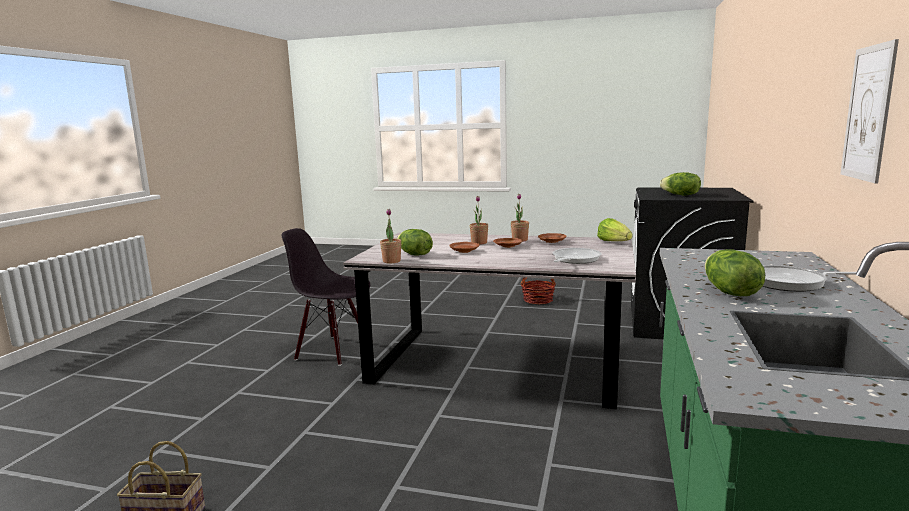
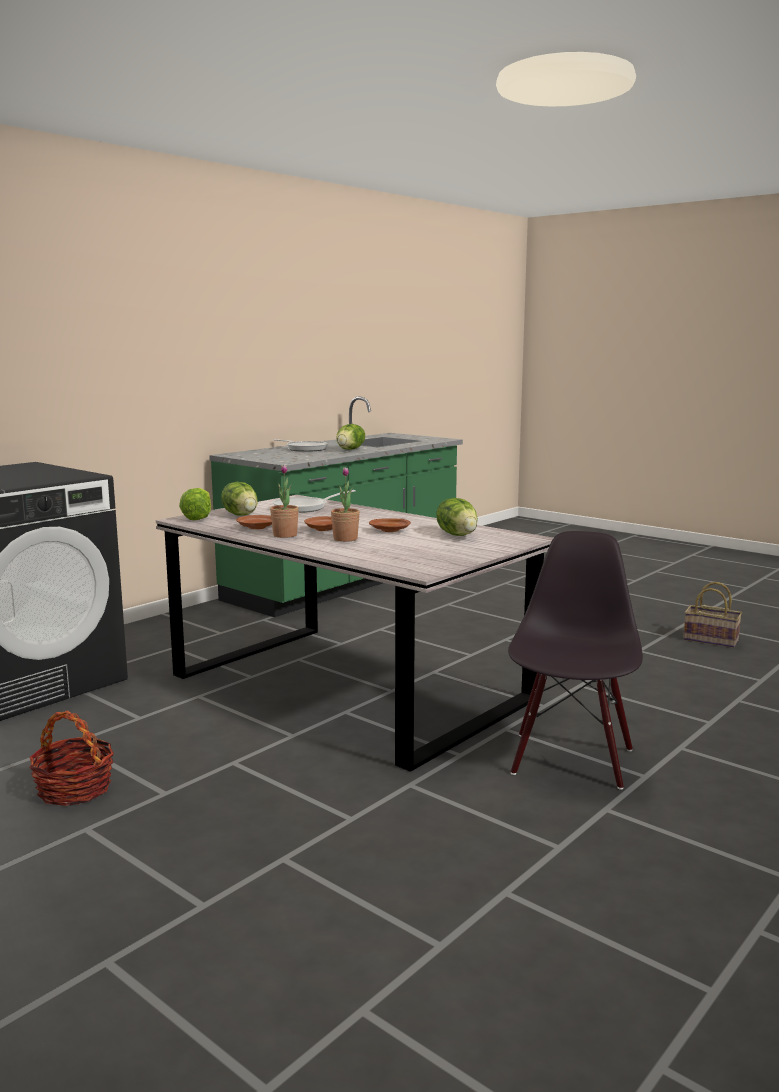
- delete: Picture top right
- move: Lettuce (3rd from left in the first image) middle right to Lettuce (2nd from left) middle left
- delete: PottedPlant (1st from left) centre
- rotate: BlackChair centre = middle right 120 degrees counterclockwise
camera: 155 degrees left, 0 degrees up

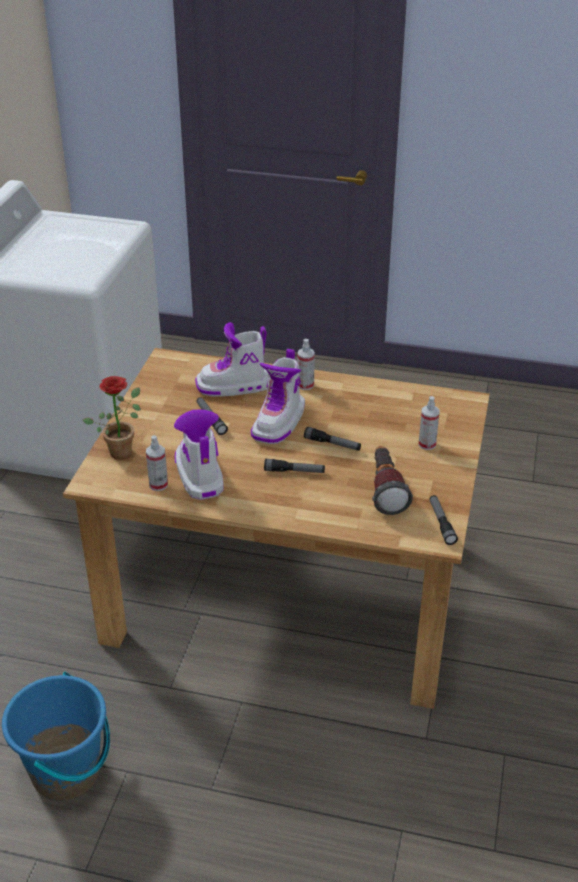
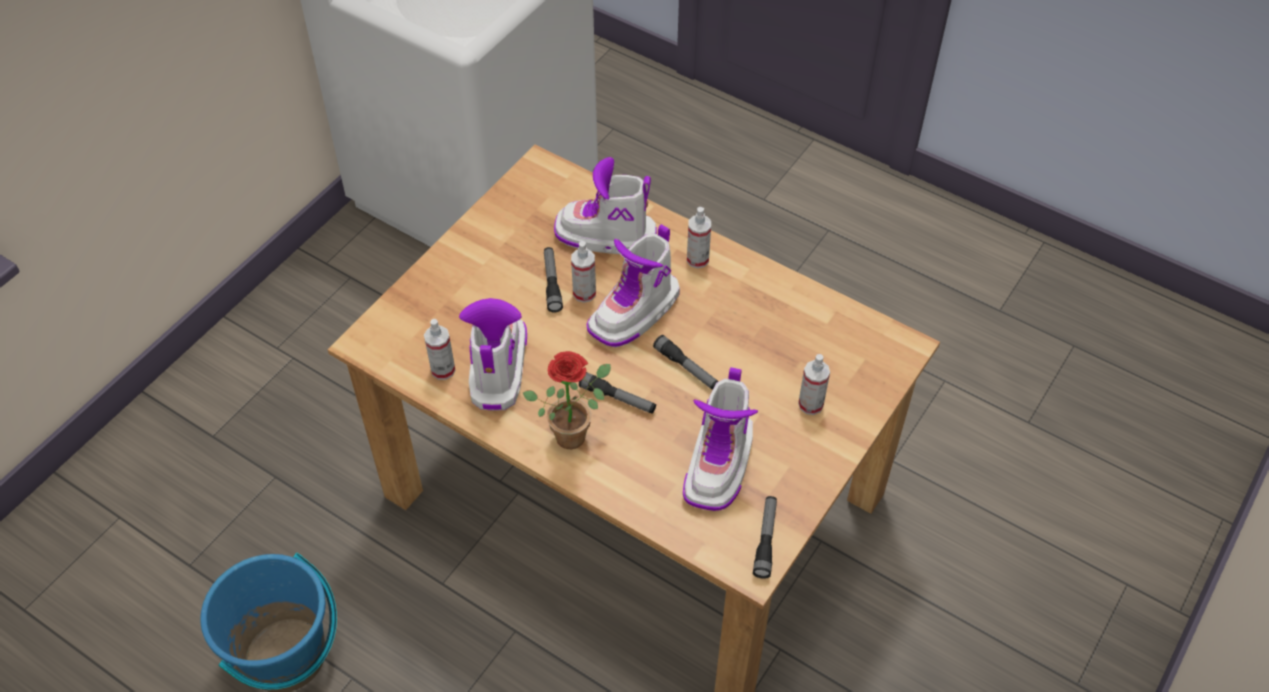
- move: PottedPlant middle left to centre
- replace: Flashlight (4th from left) middle right to Boot (4th from left) centre
- insert: SprayBottle (2nd from left) centre
camera: 20 degrees right, 15 degrees up

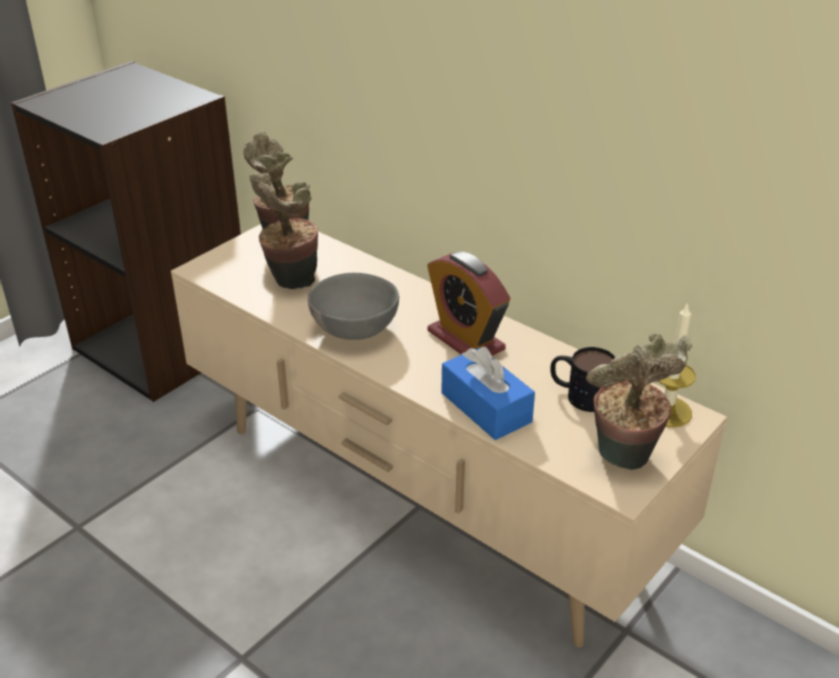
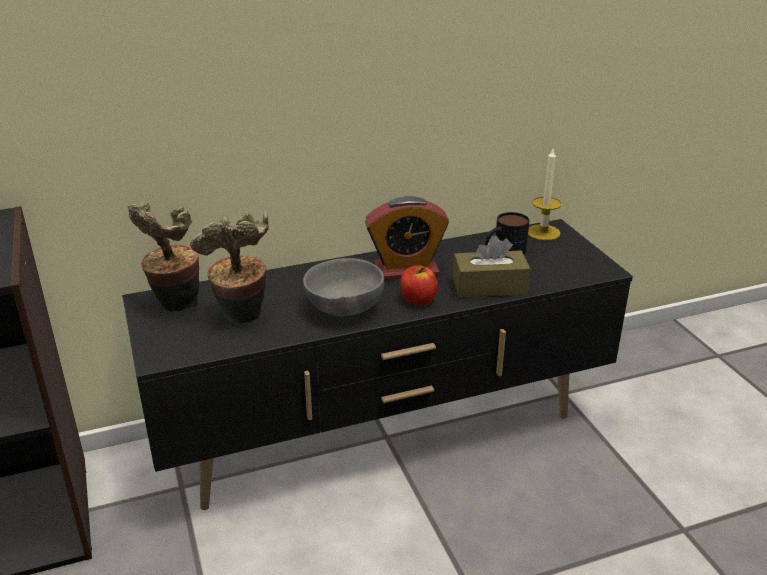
- recolor: BeigeTvStand centre to BlackTvStand centre
- delete: PottedPlant (3rd from left) middle right
- recolor: BlueTissueBox centre to BrownTissueBox centre
- insert: Apple centre
camera: 60 degrees left, 5 degrees down

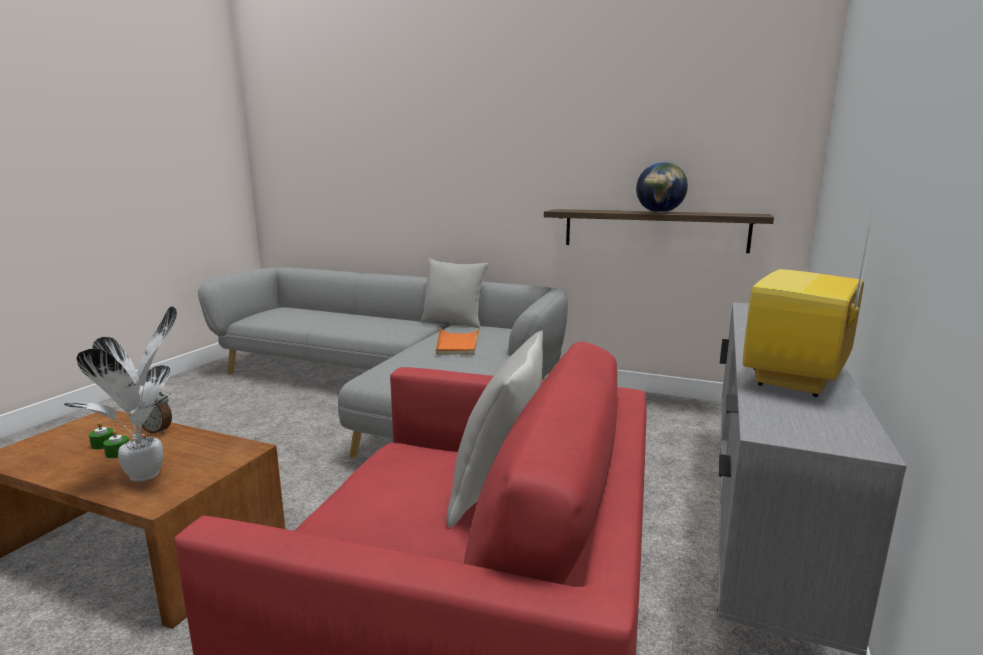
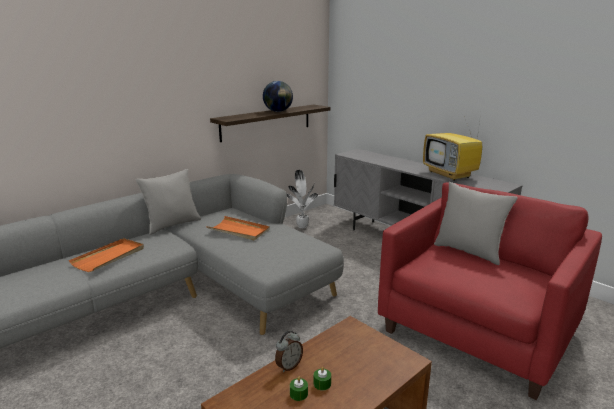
- move: PottedPlant middle left to centre
- insert: OrangeTray (1st from left) middle left
camera: 65 degrees left, 5 degrees up

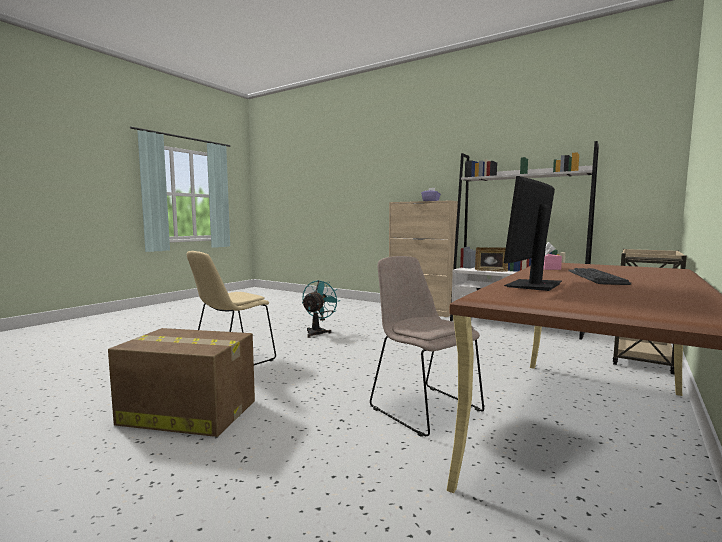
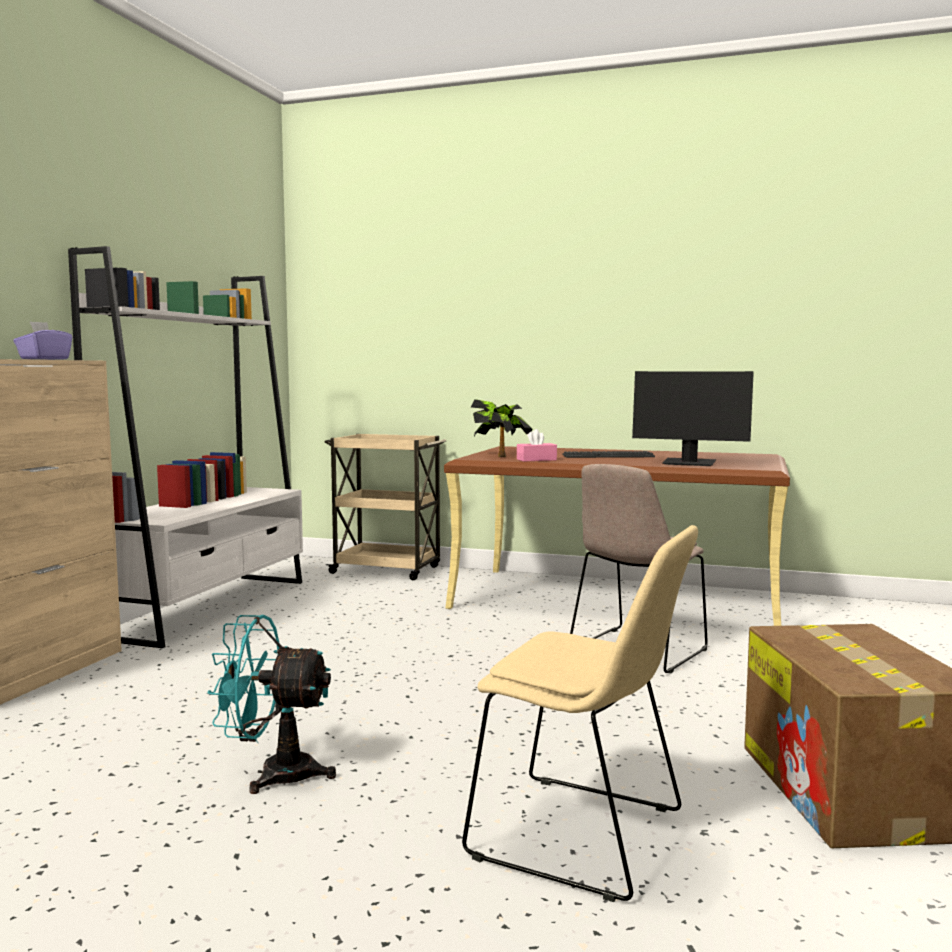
- delete: PictureFrame middle right
- insert: PottedPlant centre
camera: 105 degrees left, 0 degrees up

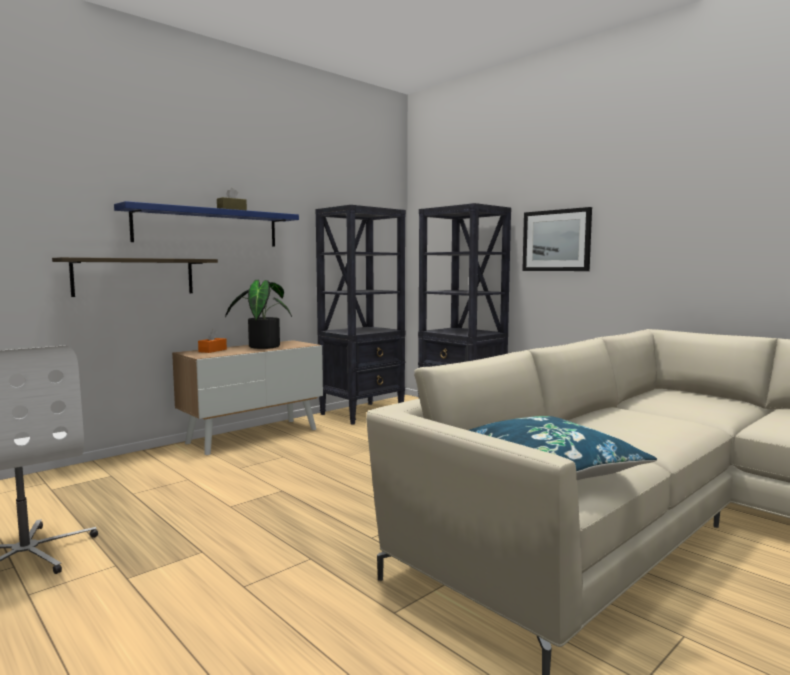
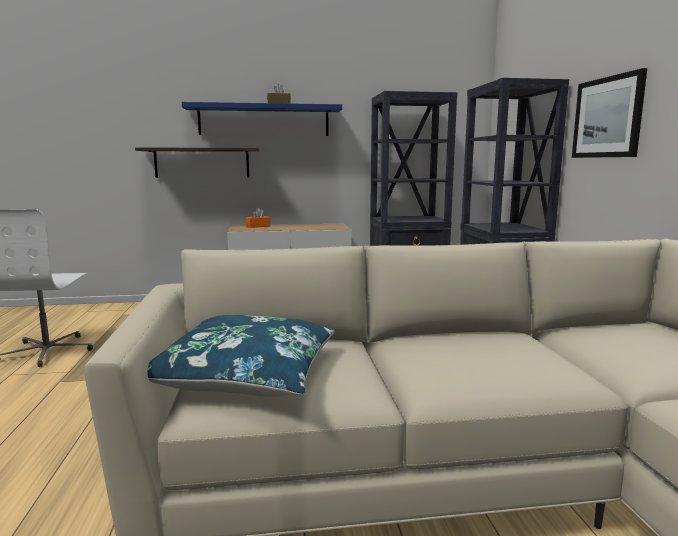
- delete: PottedPlant middle left
camera: 35 degrees right, 5 degrees up

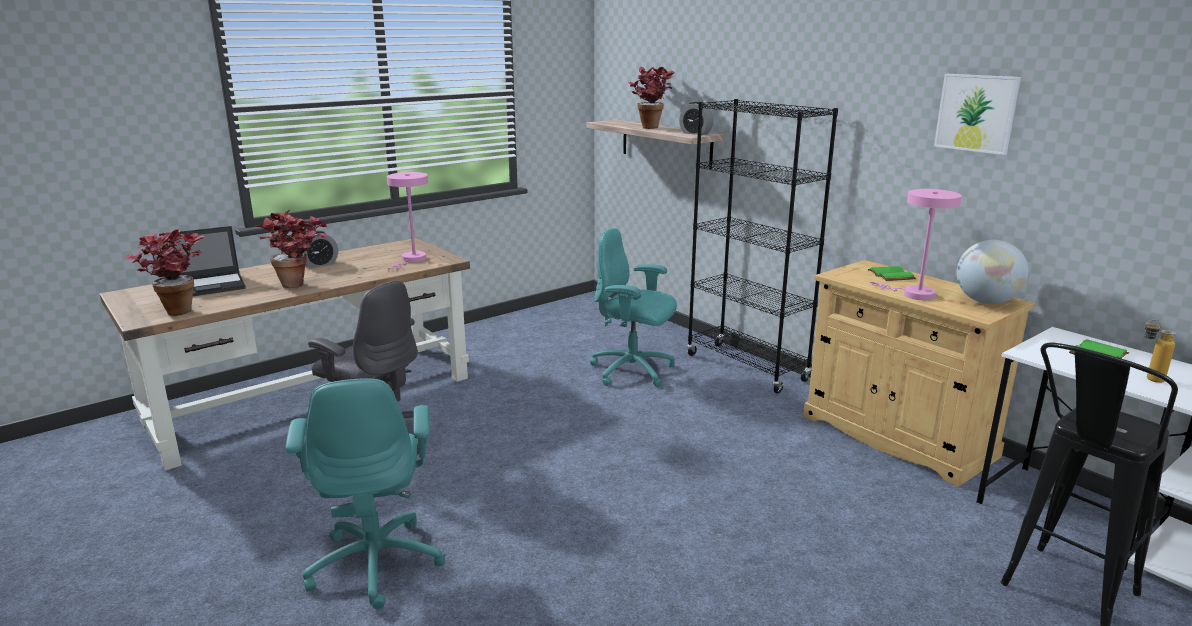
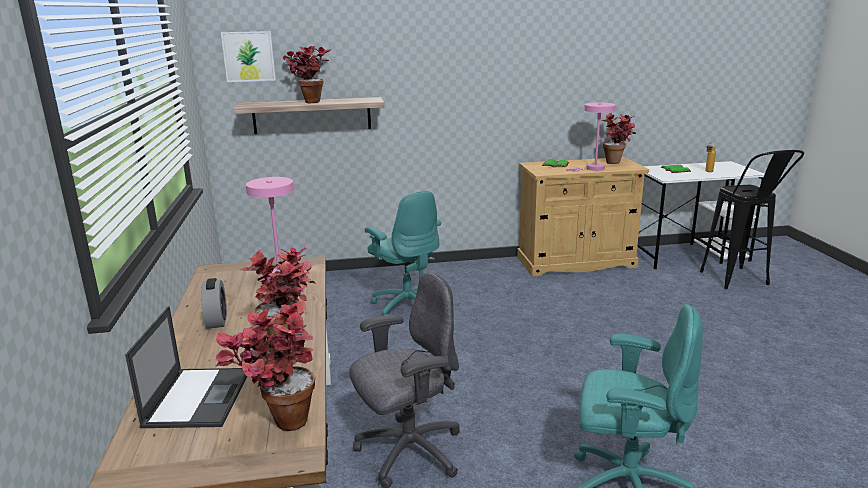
- move: Picture top right to top left
- delete: BlackBookcase centre
- delete: AlarmClock (2nd from left) top centre
- rotate: TurquoiseOfficeChair (2nd from left in the first image) centre = centre 90 degrees counterclockwise
- replace: Globe middle right to PottedPlant (4th from left) top right
camera: 60 degrees left, 0 degrees up

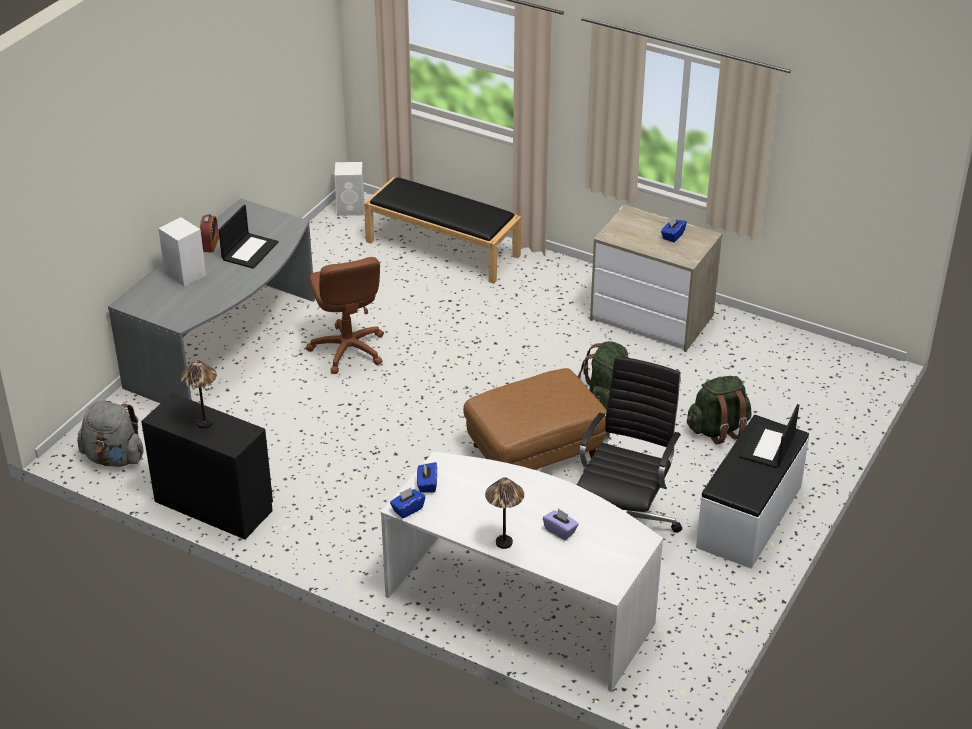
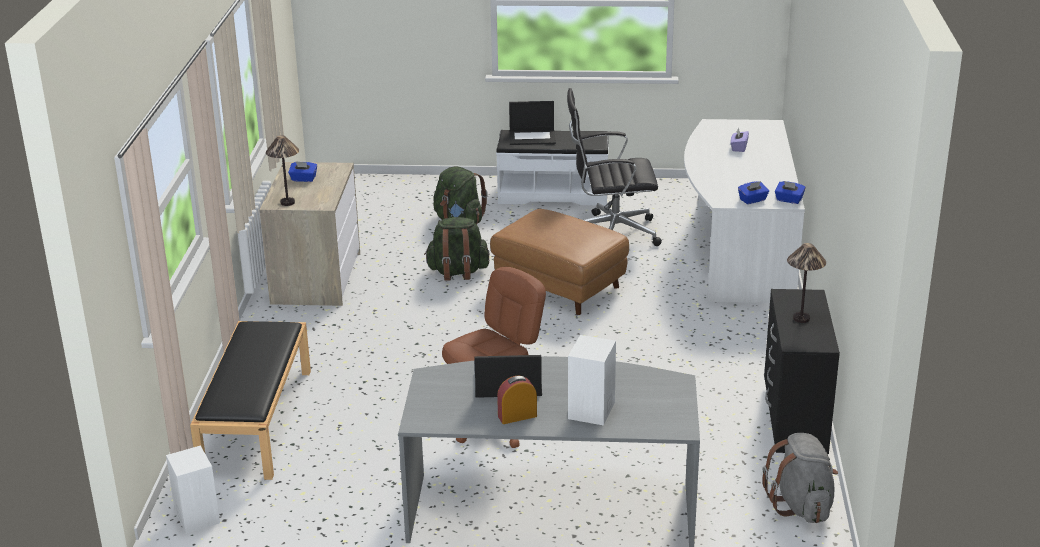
- move: TableLamp (2nd from left in the first image) bottom centre to TableLamp (1st from left) top left
camera: 115 degrees left, 10 degrees down

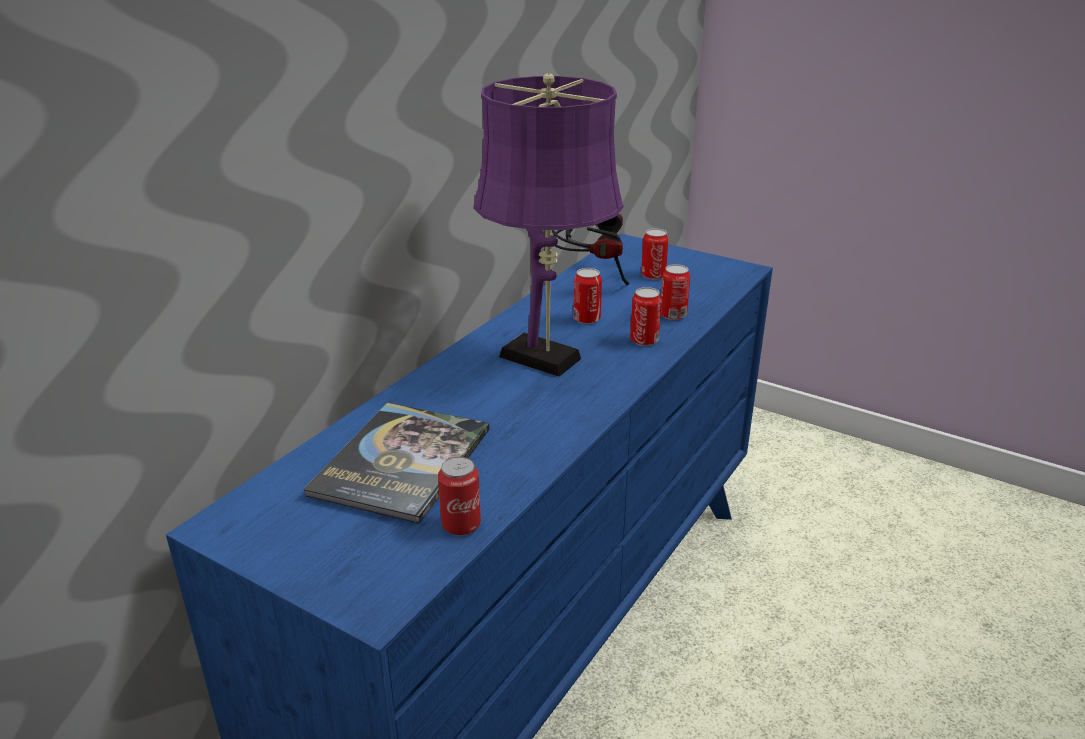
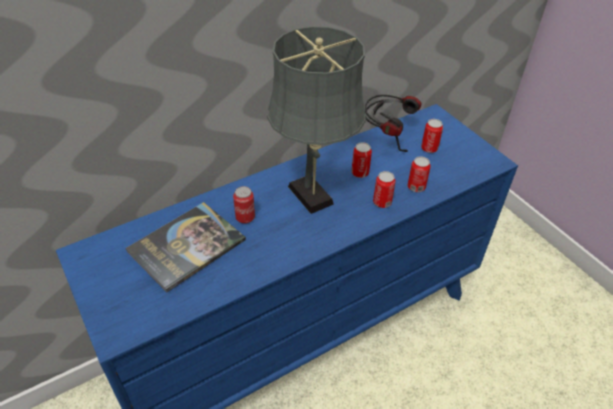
- recolor: PurpleTableLamp top centre to GreyTableLamp top centre
- move: Can (1st from left) bottom centre to centre
camera: 25 degrees right, 15 degrees up

